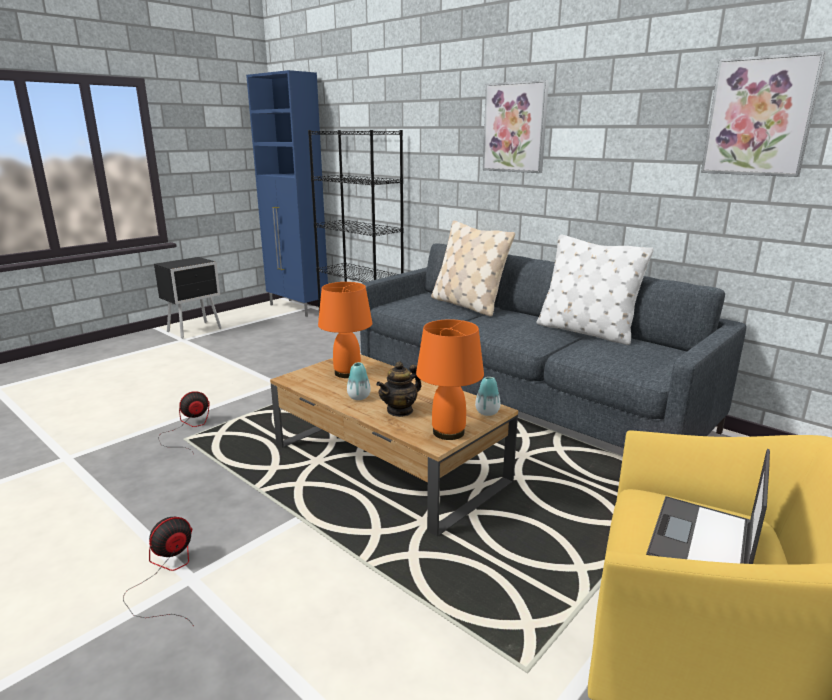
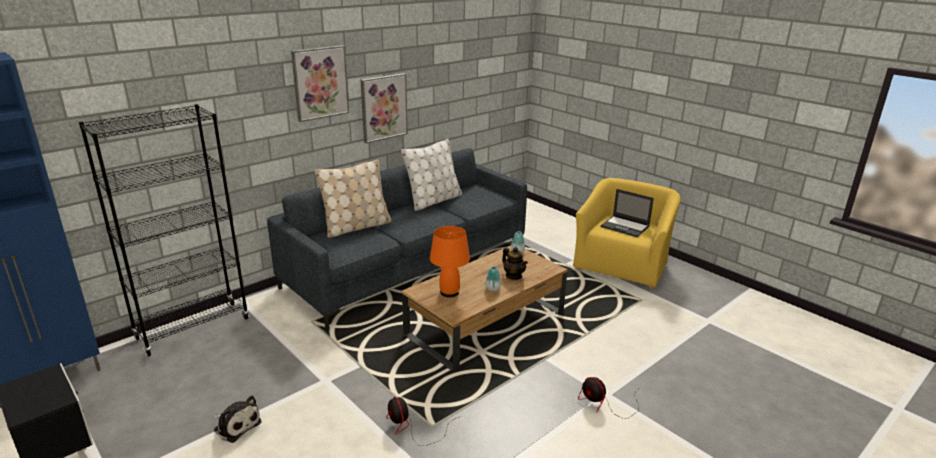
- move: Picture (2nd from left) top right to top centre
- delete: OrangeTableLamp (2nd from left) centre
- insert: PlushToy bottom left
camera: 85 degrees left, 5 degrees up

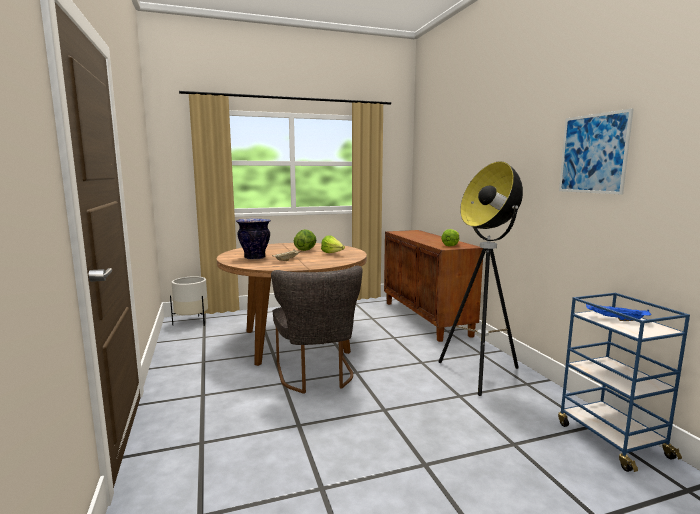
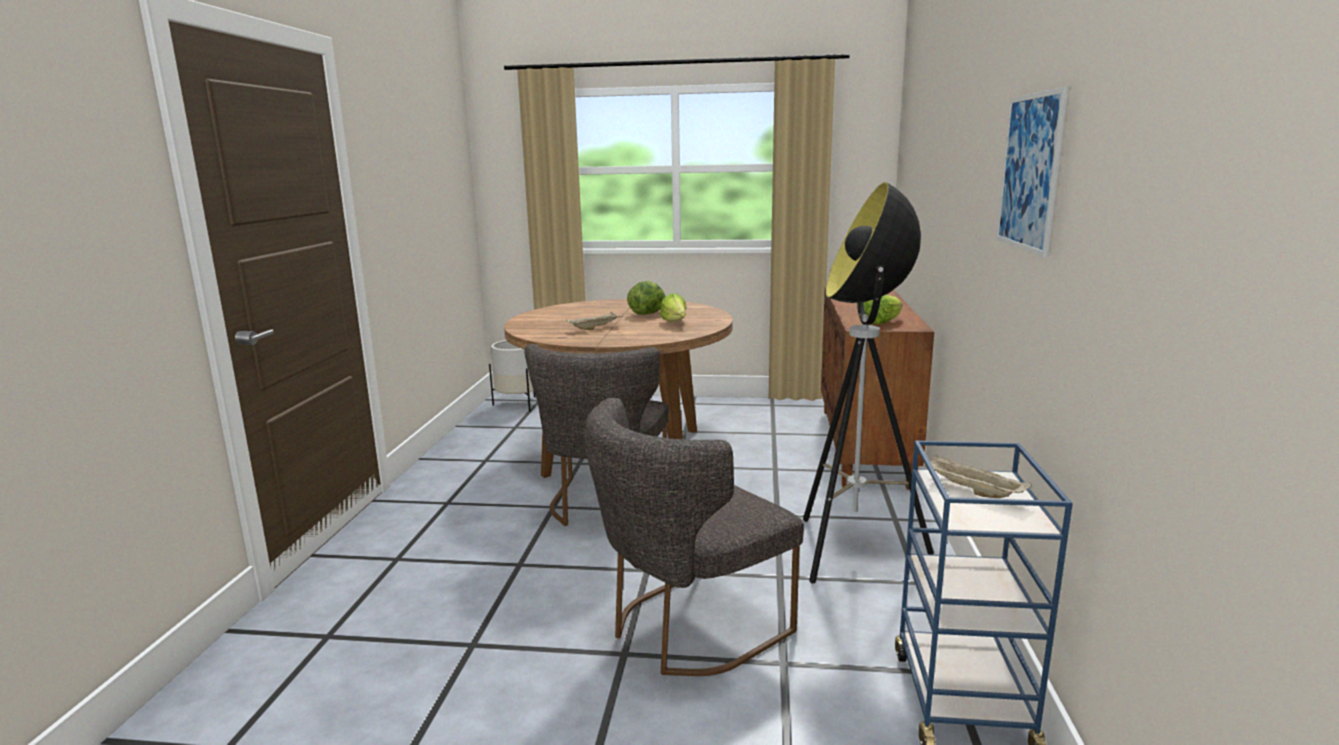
- delete: Vase centre
- recolor: BlueTray middle right to BeigeTray (2nd from left) middle right
- insert: GreyChair (2nd from left) bottom centre
camera: 25 degrees right, 5 degrees up

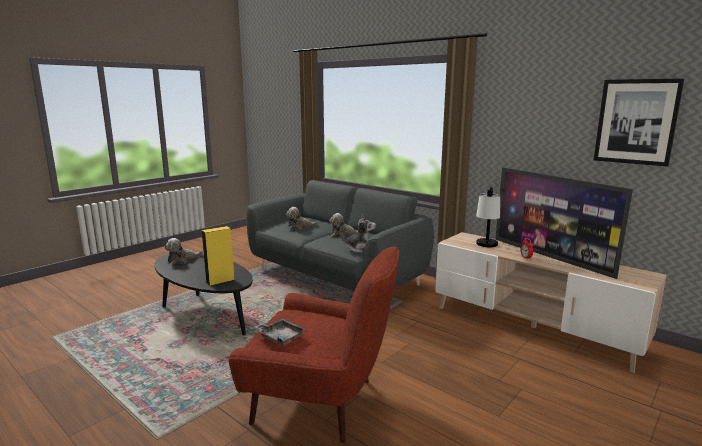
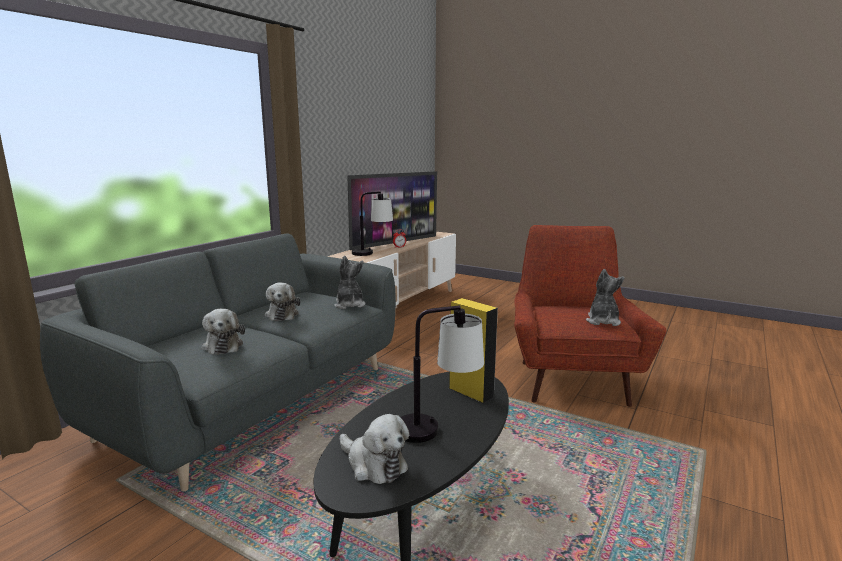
- delete: Picture top right
- replace: GreyTray bottom centre to PlushToy (5th from left) middle right
- insert: TableLamp (2nd from left) bottom centre
camera: 100 degrees left, 0 degrees up

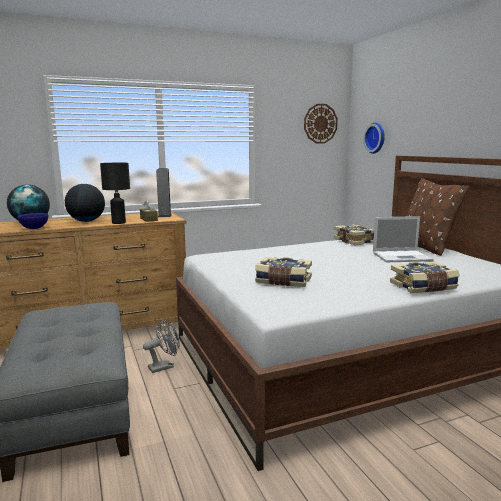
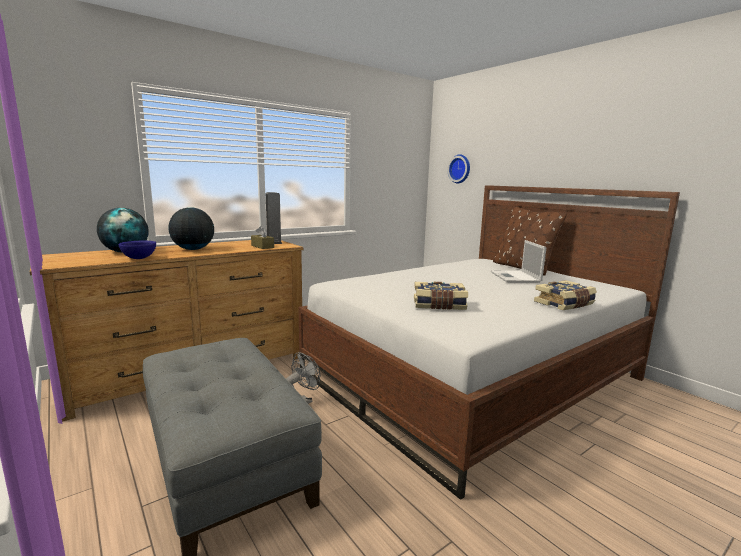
- delete: WallClock (1st from left) top centre
- delete: BlackTableLamp middle left
- rotate: Laptop middle right = middle right 105 degrees clockwise
- delete: Book (2nd from left) middle right
camera: 15 degrees left, 0 degrees up

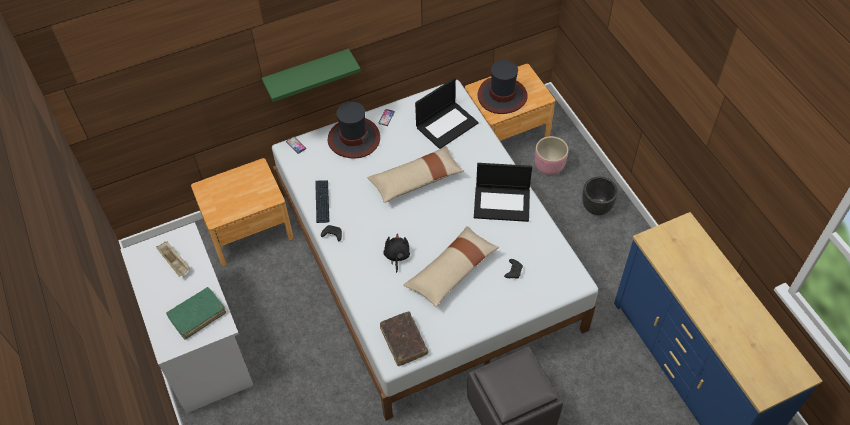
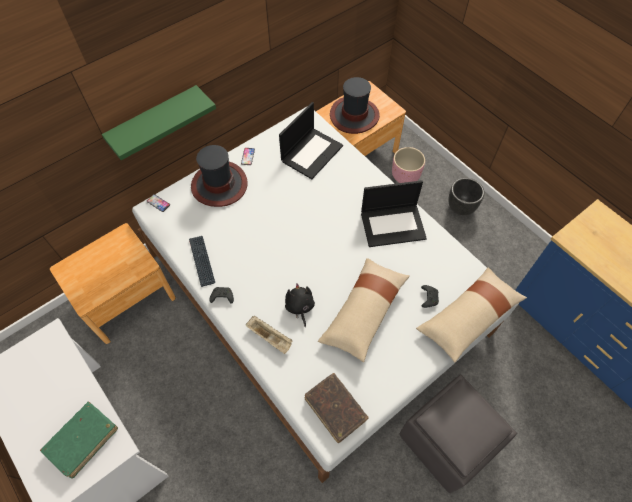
- move: BeigePillow (1st from left in the first image) centre to BeigePillow (2nd from left) middle right
- move: BeigeTray middle left to bottom centre
camera: 15 degrees left, 5 degrees up

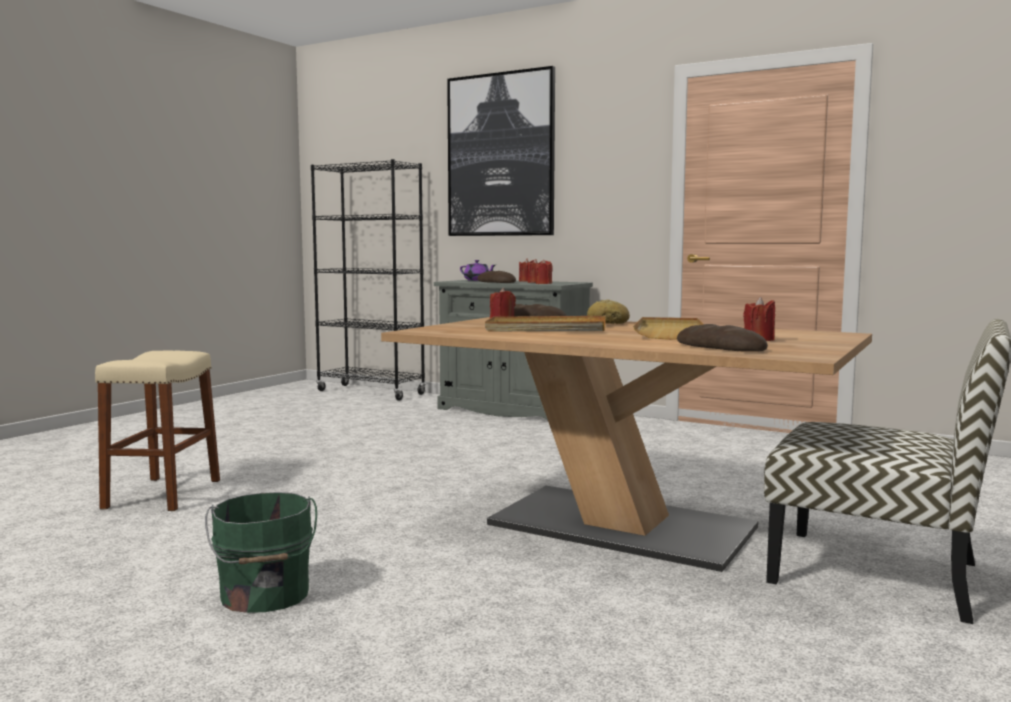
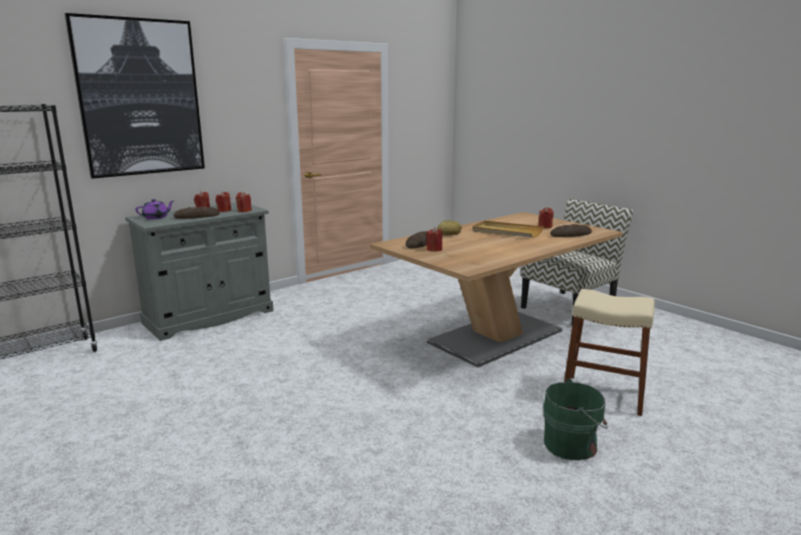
- delete: BeigeTray (1st from left) centre
- move: BeigeStool middle left to middle right
camera: 70 degrees left, 10 degrees up

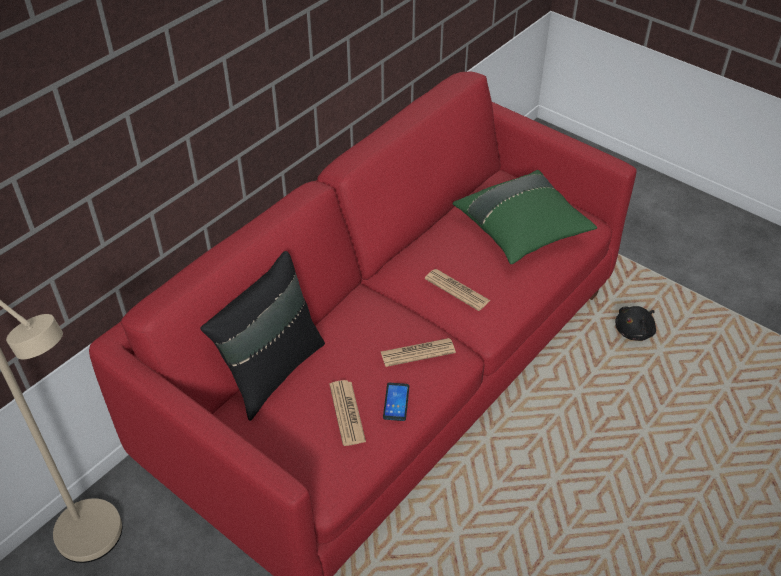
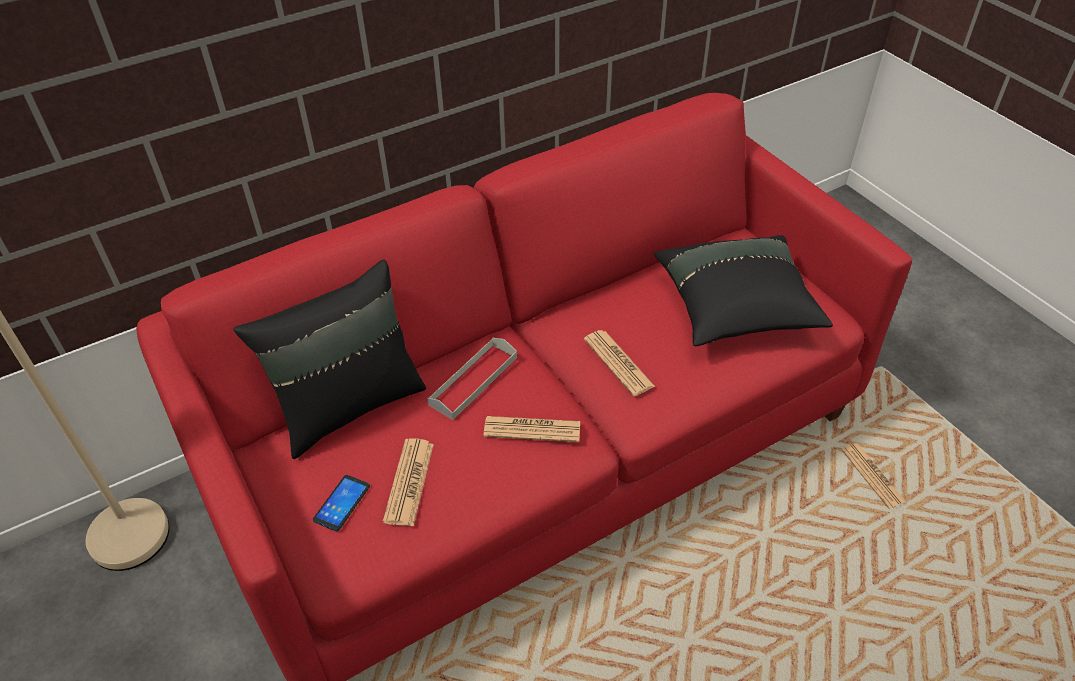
- recolor: GreenPillow middle right to BlackPillow (2nd from left) middle right
- replace: BlackPlushToy middle right to Newspaper (4th from left) bottom right
- move: Phone bottom centre to bottom left
- insert: GreyTray centre
camera: 20 degrees right, 0 degrees up

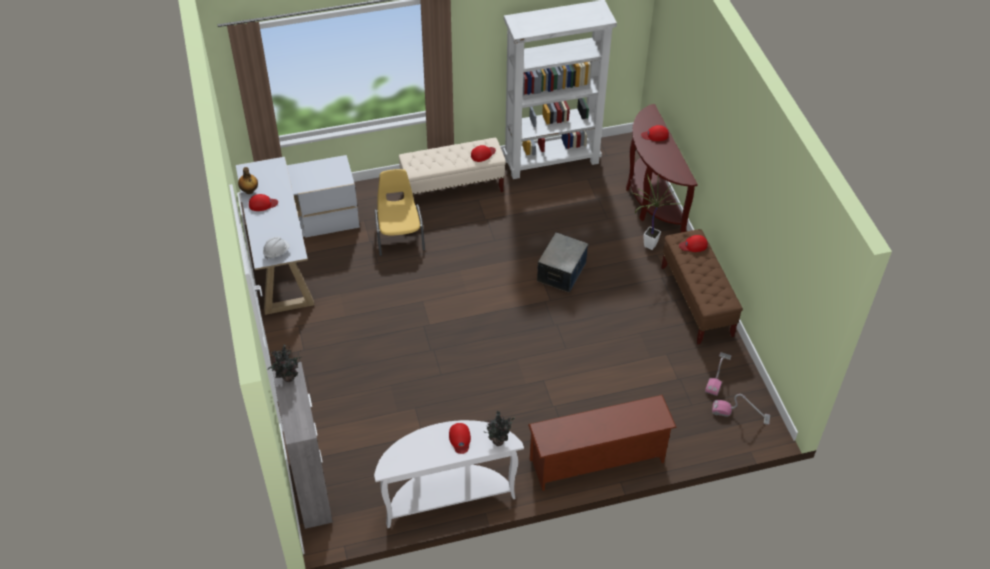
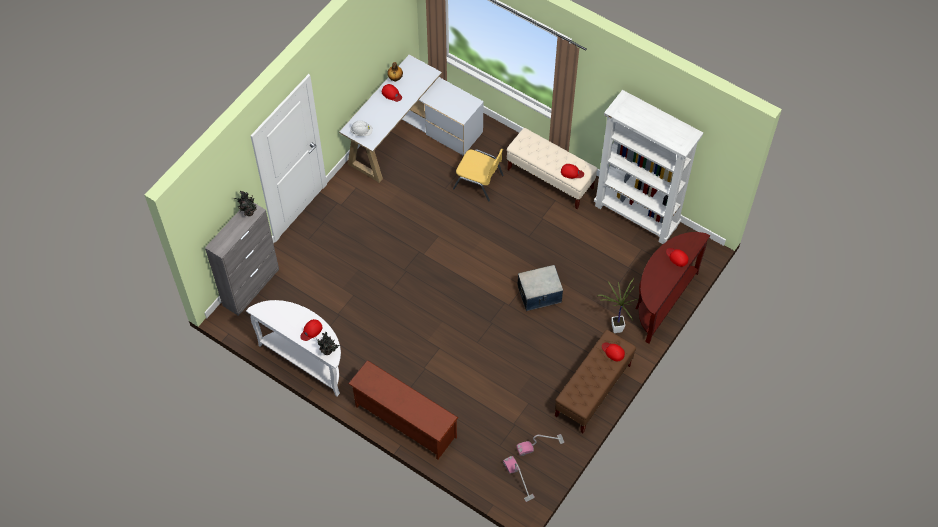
- rotate: YellowChair centre = top centre 75 degrees clockwise
camera: 50 degrees right, 10 degrees up

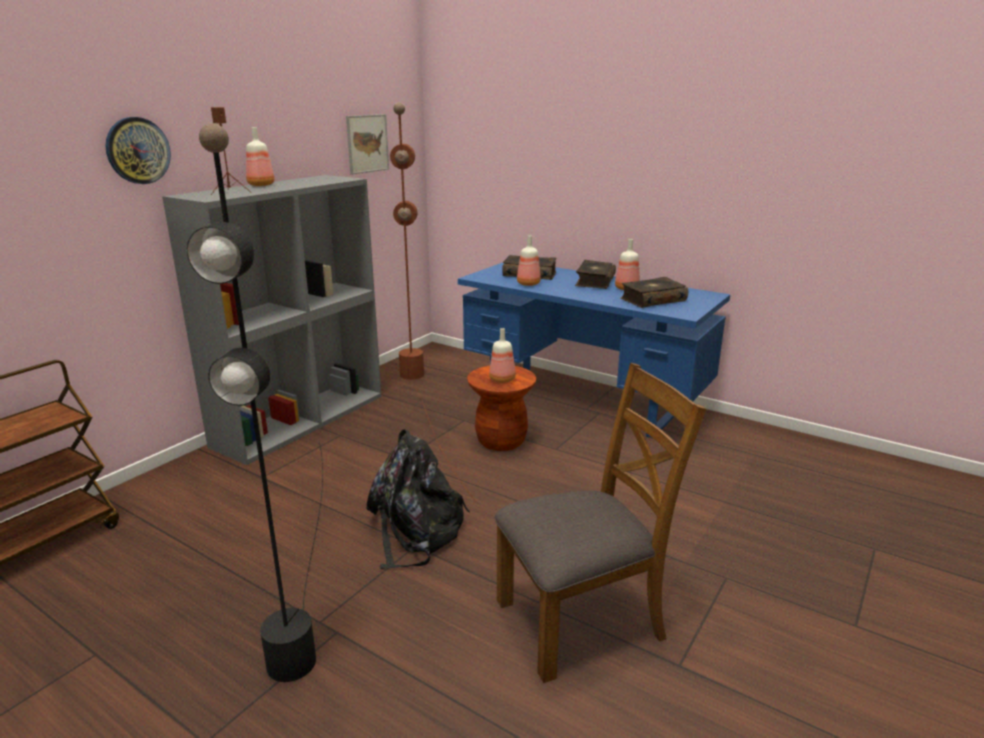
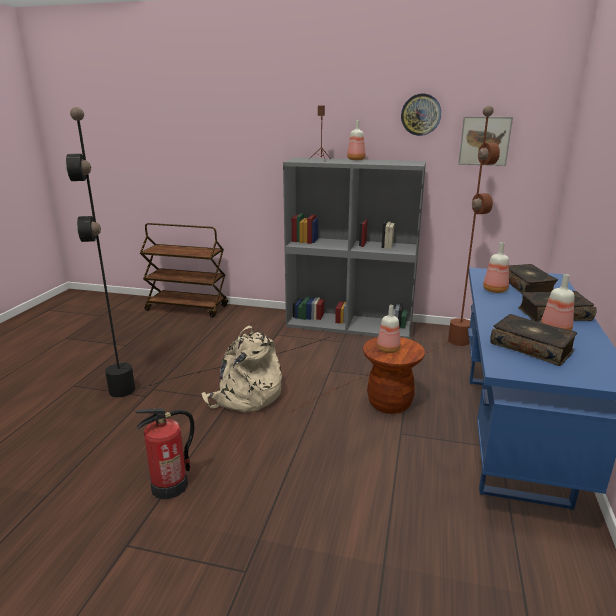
- move: WallClock top left to top right
- replace: BrownChair bottom centre to FireExtinguisher bottom left
- recolor: BlackBackpack bottom centre to BeigeBackpack centre
camera: 70 degrees right, 0 degrees up

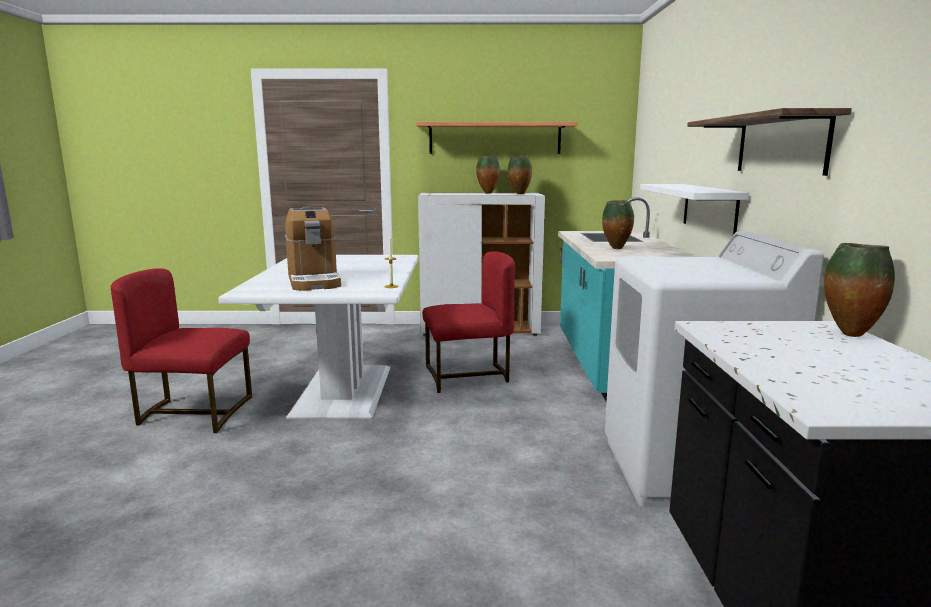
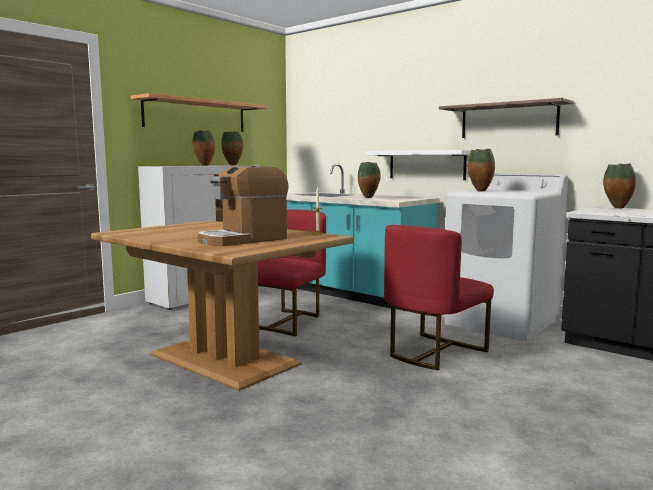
- rotate: CoffeeMachine centre = centre 120 degrees clockwise
- recolor: WhiteDiningTable centre to BrownDiningTable centre
- move: RedChair (1st from left in the first image) middle left to RedChair (2nd from left) middle right
- insert: Vase (4th from left) middle right
camera: 50 degrees left, 5 degrees down

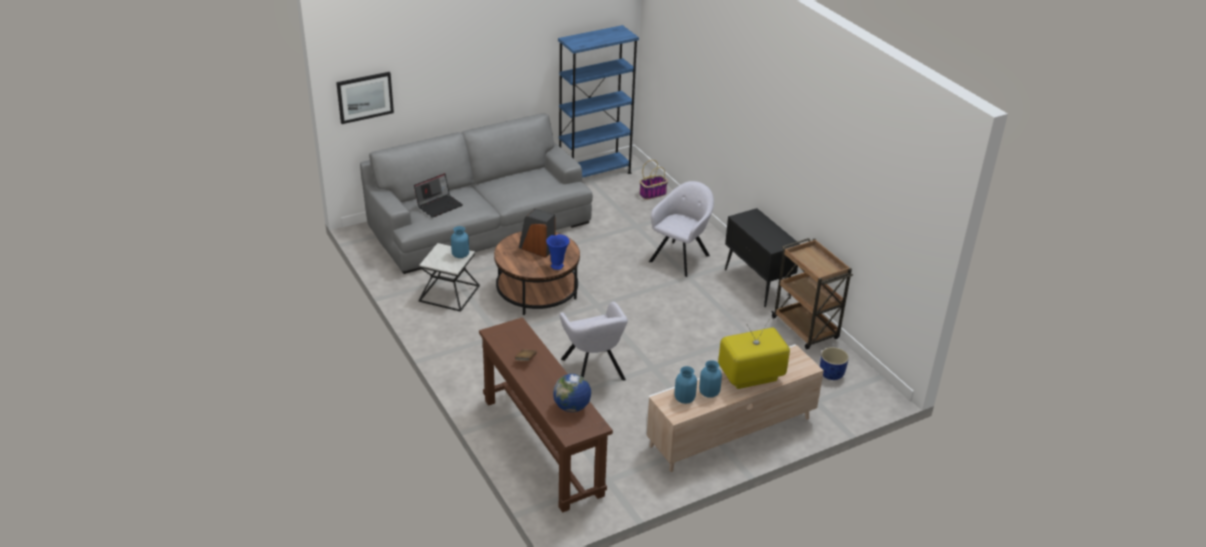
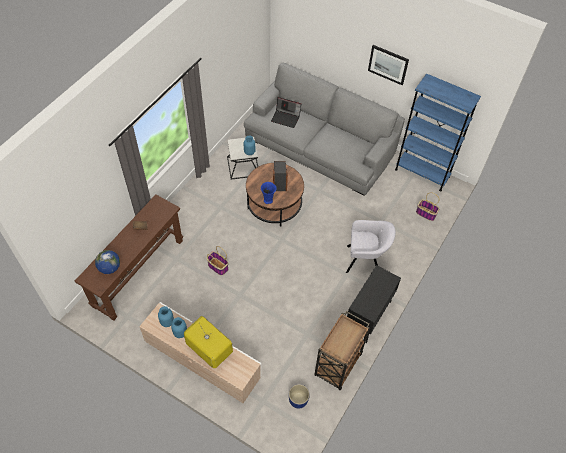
- move: Picture top left to top right
- replace: GreyArmchair (1st from left) centre to Basket (1st from left) centre
camera: 60 degrees right, 20 degrees up

